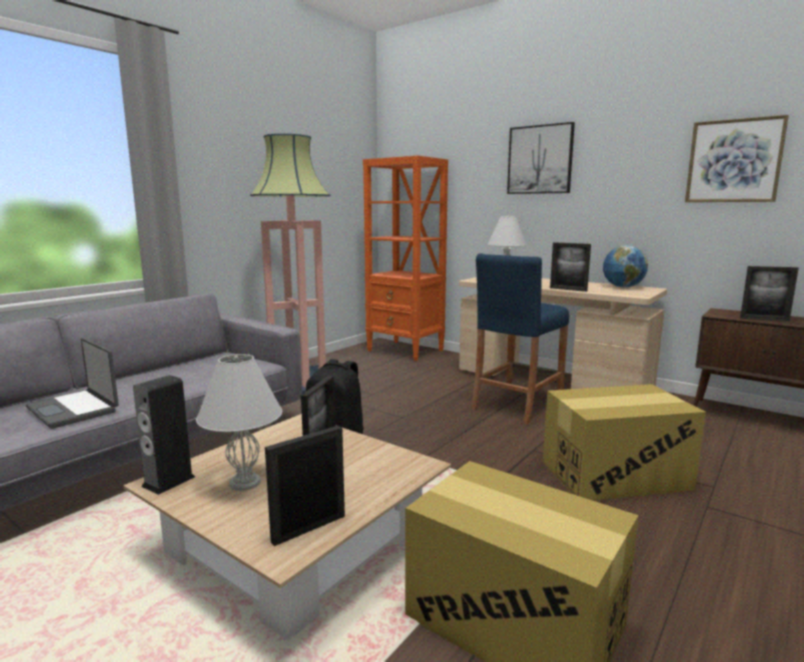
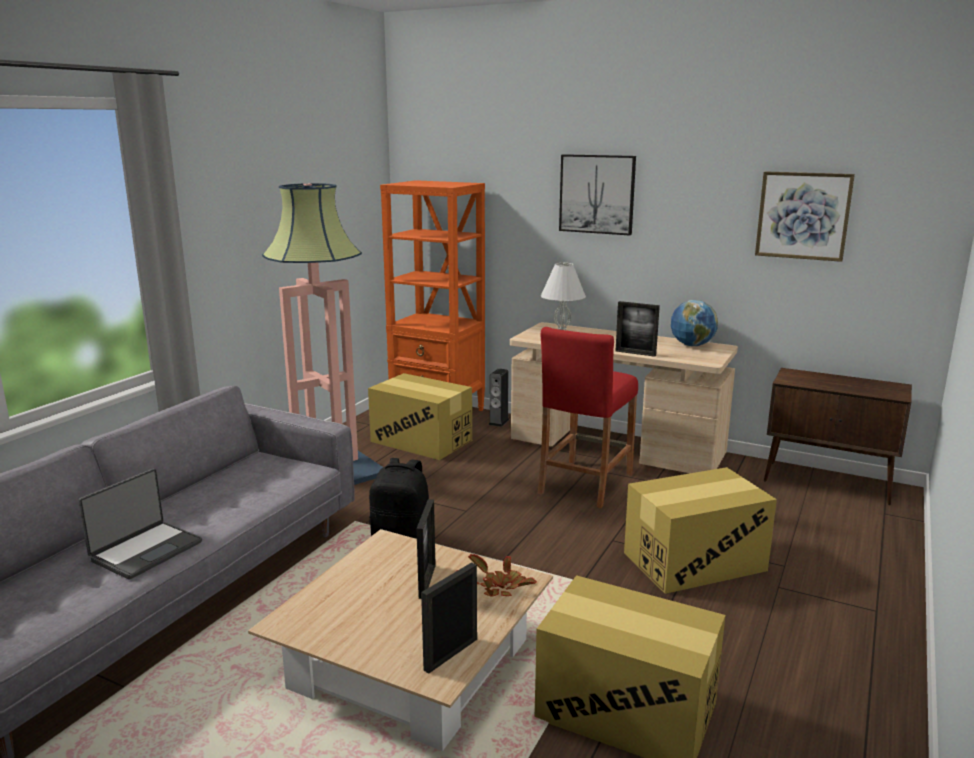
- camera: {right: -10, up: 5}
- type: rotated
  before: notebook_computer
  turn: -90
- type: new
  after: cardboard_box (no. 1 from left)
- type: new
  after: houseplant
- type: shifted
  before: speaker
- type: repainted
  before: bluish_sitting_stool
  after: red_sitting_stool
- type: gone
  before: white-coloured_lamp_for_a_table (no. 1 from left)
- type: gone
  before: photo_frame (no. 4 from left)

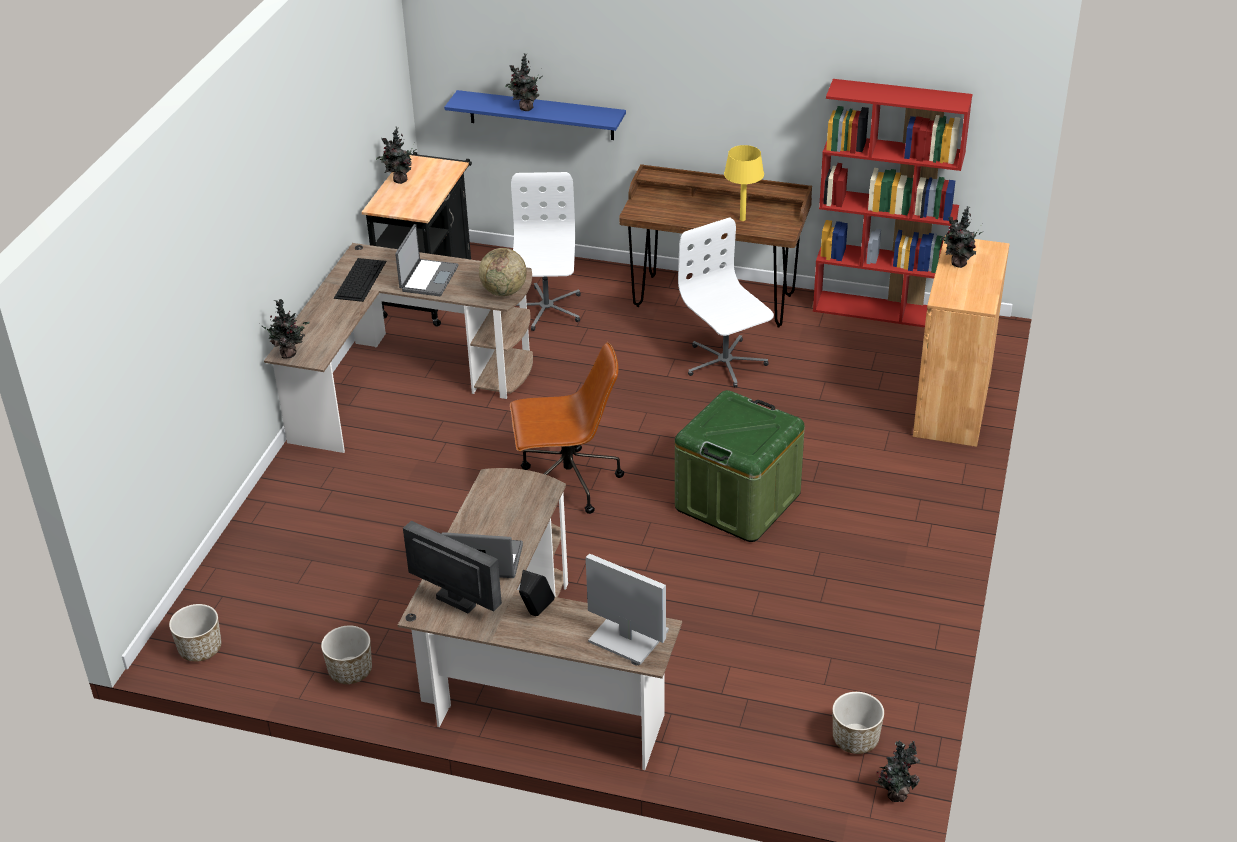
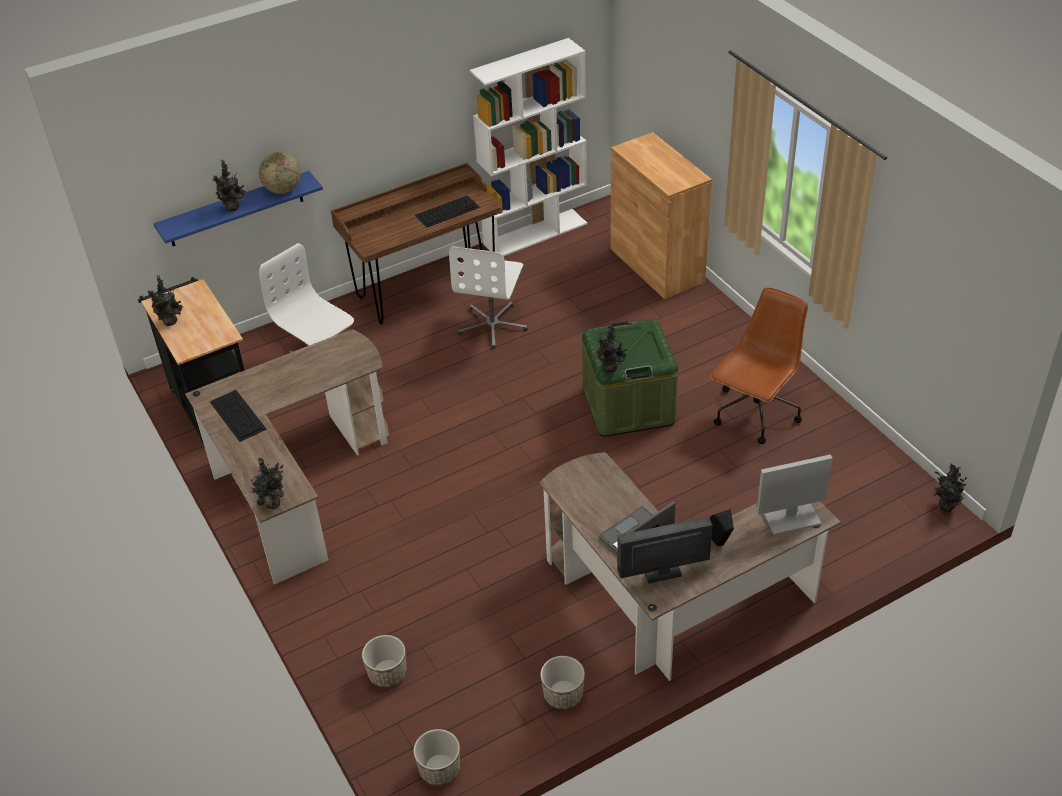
- camera: {right: -45, up: 5}
- type: shifted
  before: world_globe
- type: shifted
  before: plant_pot (no. 3 from left in the first image)
  after: plant_pot (no. 1 from left)
- type: swapped
  before: yellowish_lamp_for_a_table
  after: keyboard (no. 2 from left)
- type: rotated
  before: white-coloured_desk_chair (no. 2 from left)
  turn: -90
- type: repainted
  before: red_bookcase
  after: white-coloured_bookcase
- type: shifted
  before: houseplant (no. 5 from left in the first image)
  after: houseplant (no. 4 from left)
- type: shifted
  before: brownish_desk_chair
- type: gone
  before: notebook_computer (no. 1 from left)

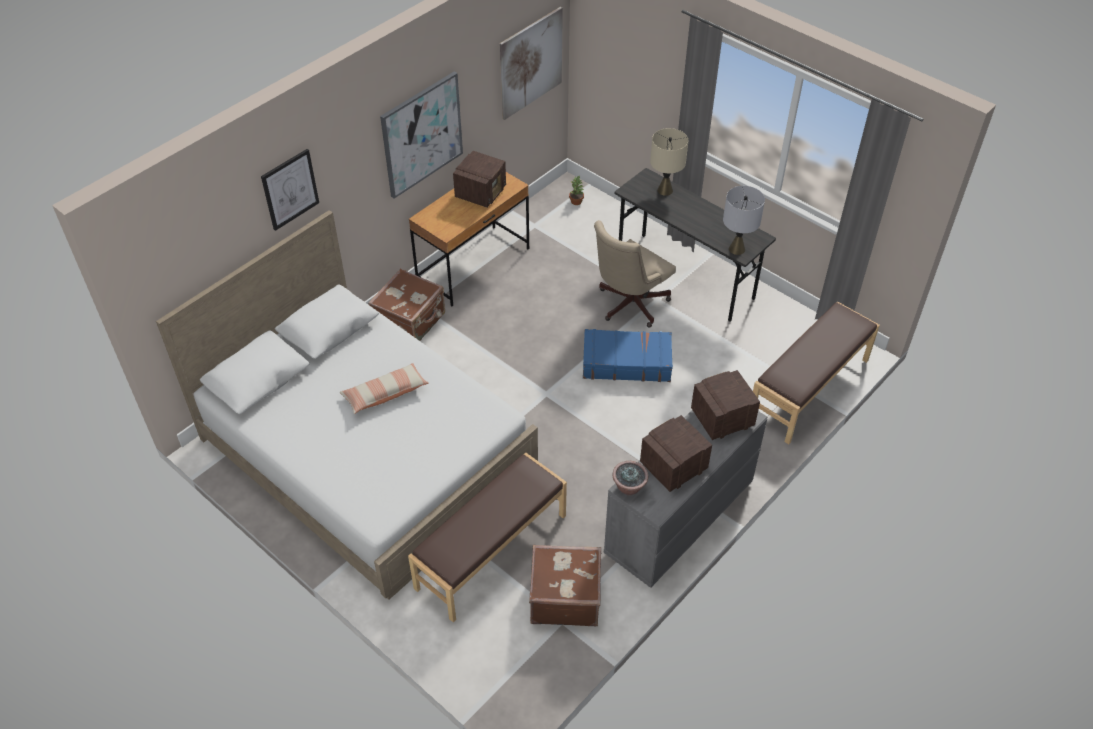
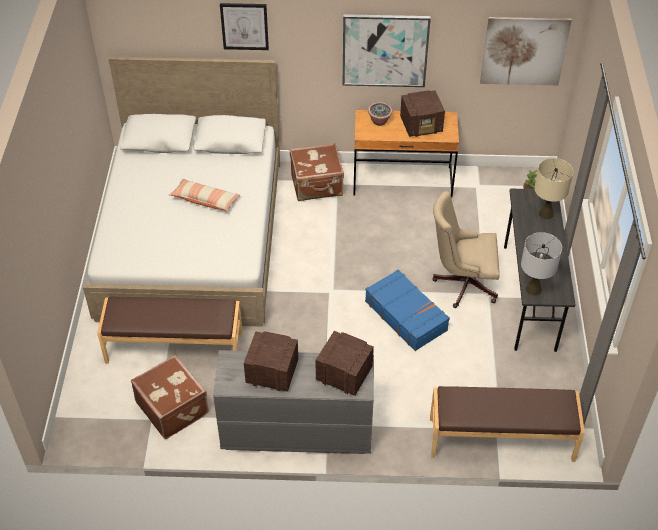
- camera: {right: 50, up: 0}
- type: shifted
  before: houseplant (no. 2 from left in the first image)
  after: houseplant (no. 1 from left)

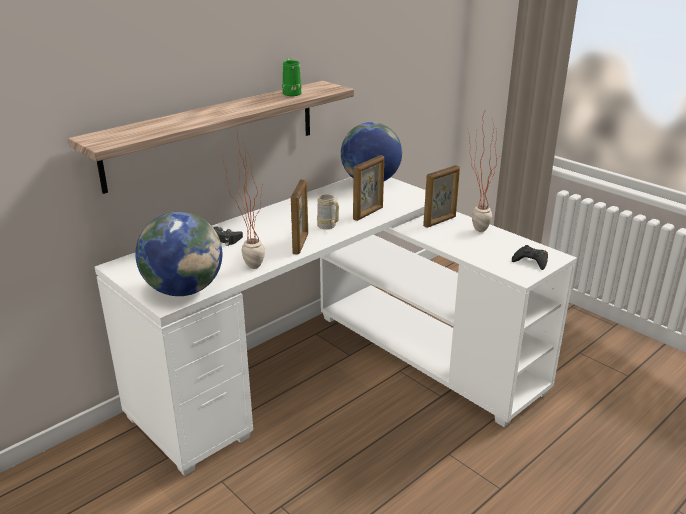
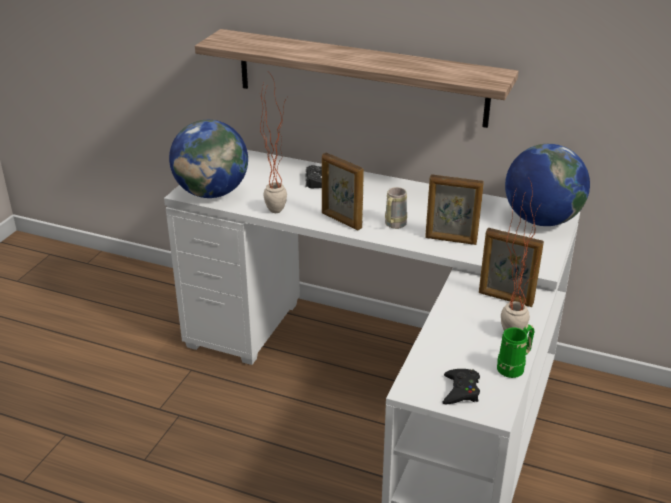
- camera: {right: 65, up: 5}
- type: rotated
  before: photo_frame (no. 1 from left)
  turn: 60
- type: shifted
  before: green_mug

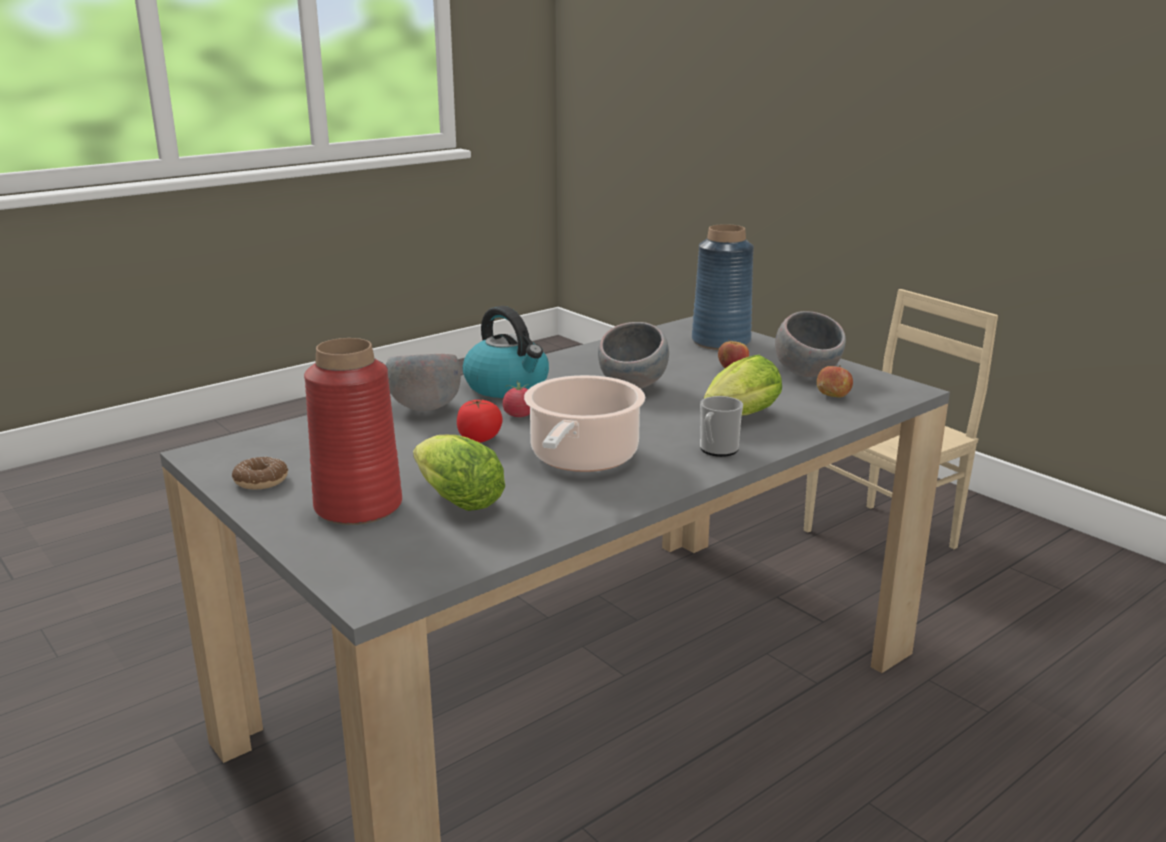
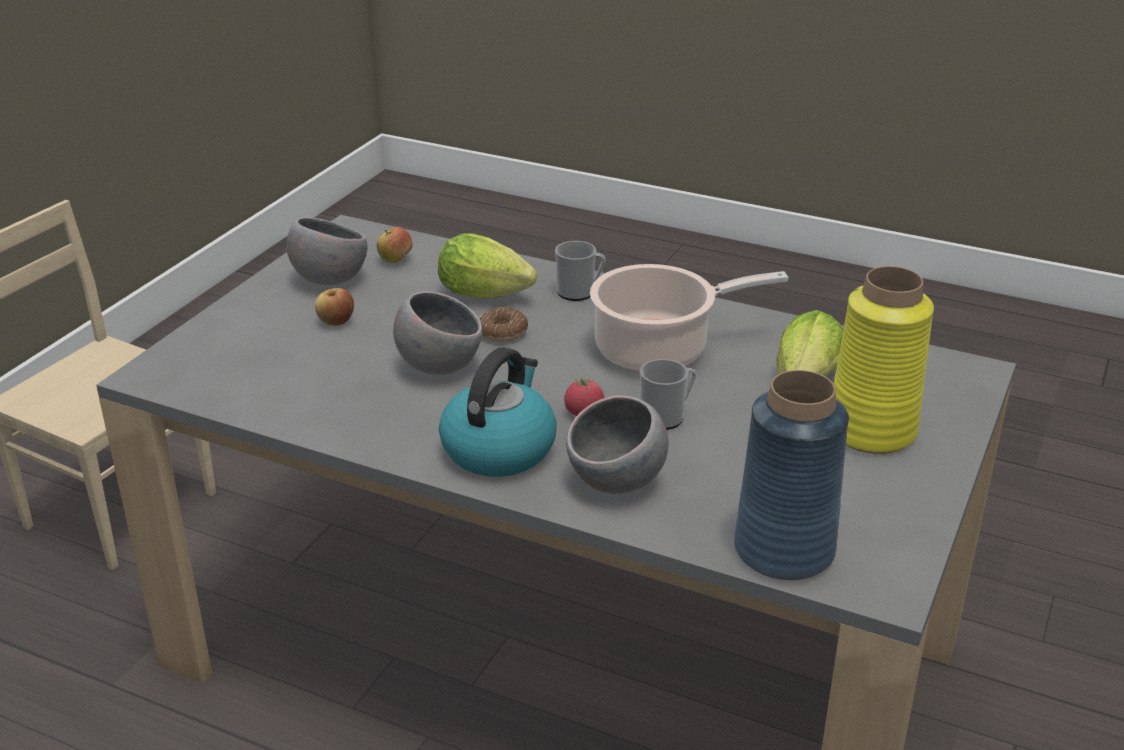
- camera: {right: -115, up: 10}
- type: shifted
  before: donut
- type: swapped
  before: fresh_tomato (no. 1 from left)
  after: mug (no. 2 from left)
- type: shifted
  before: bluish_decorative_vase
- type: repainted
  before: red_decorative_vase
  after: yellowish_decorative_vase

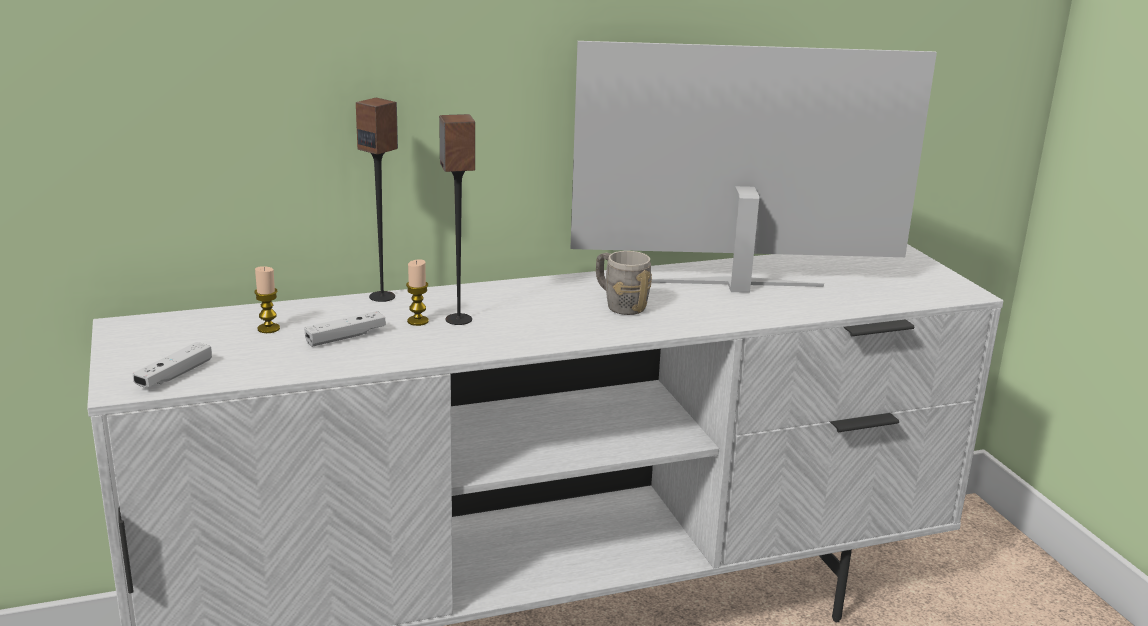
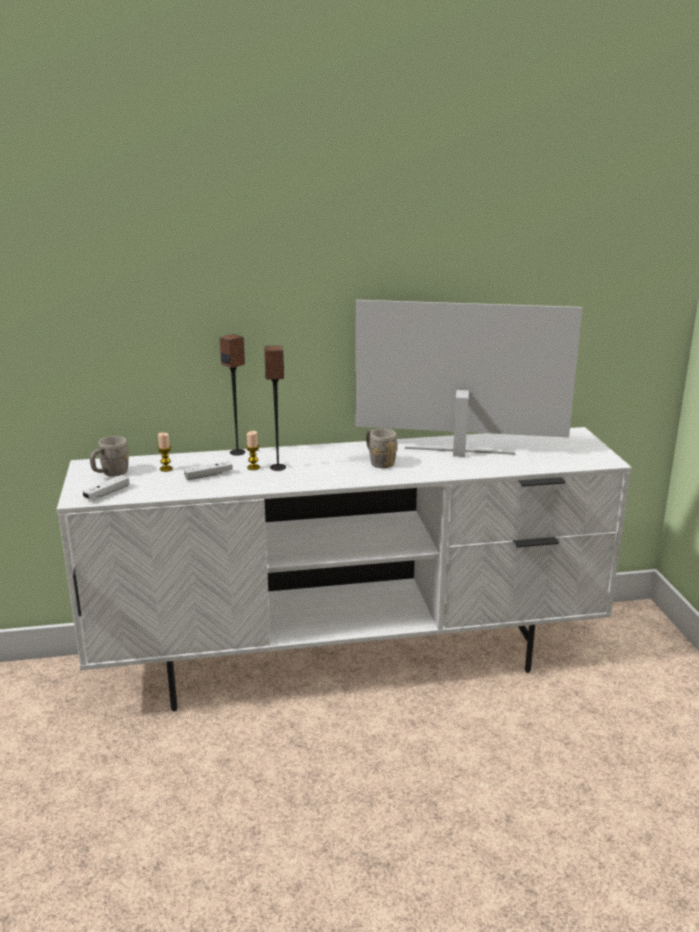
- camera: {right: 10, up: 0}
- type: new
  after: grey_mug (no. 1 from left)

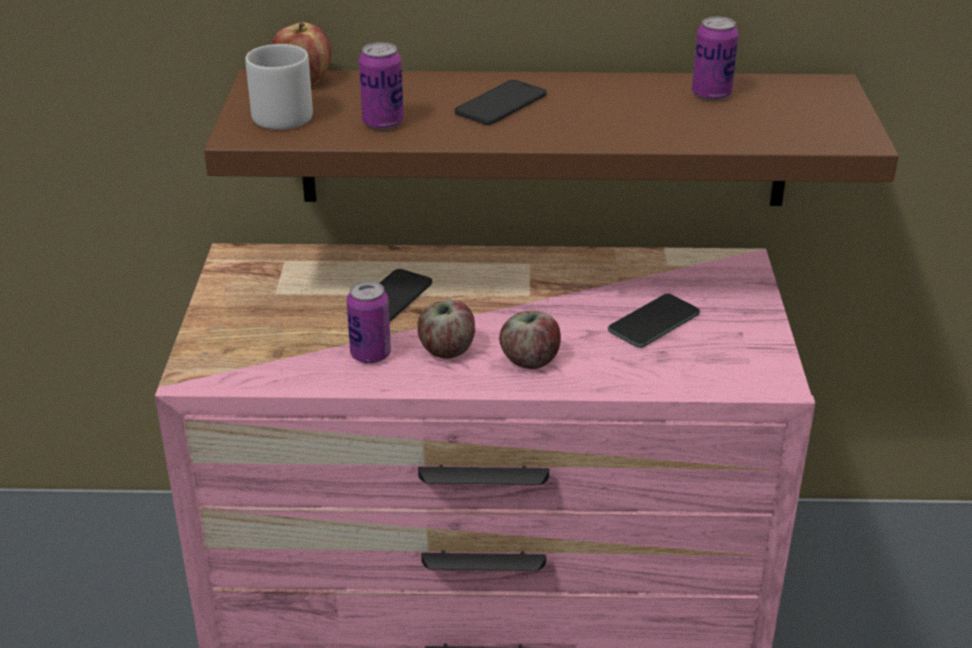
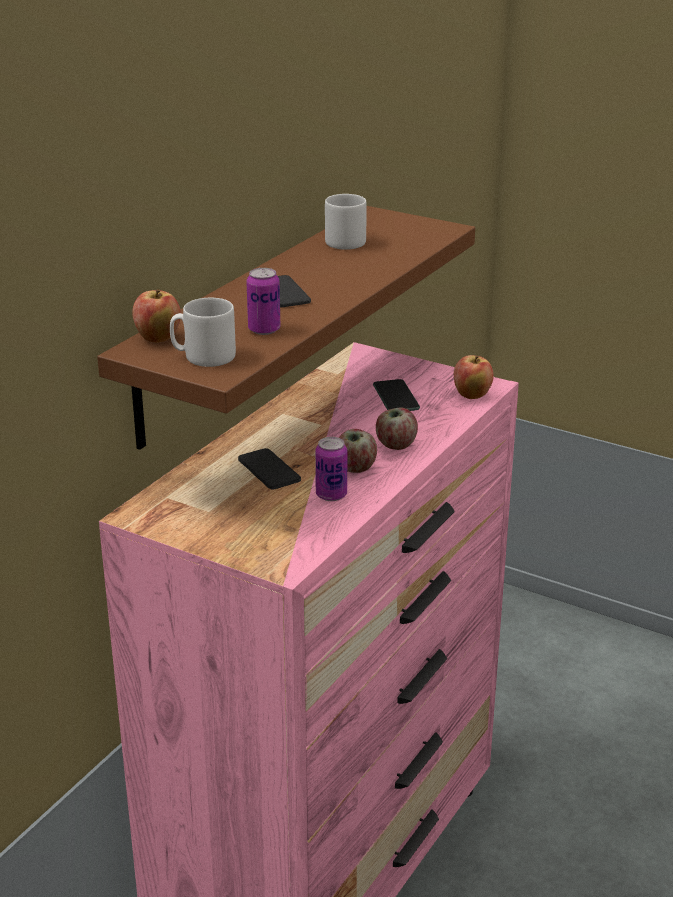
- camera: {right: -60, up: -5}
- type: swapped
  before: metal_can (no. 3 from left)
  after: grey_mug (no. 2 from left)
- type: new
  after: apple_fruit (no. 4 from left)

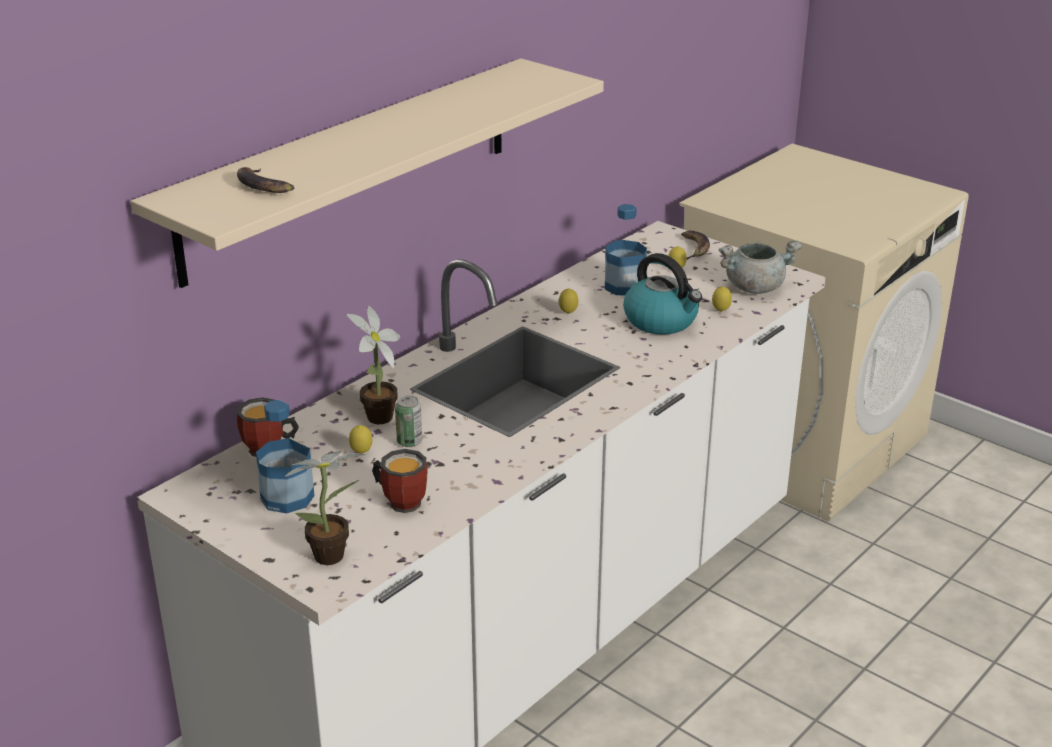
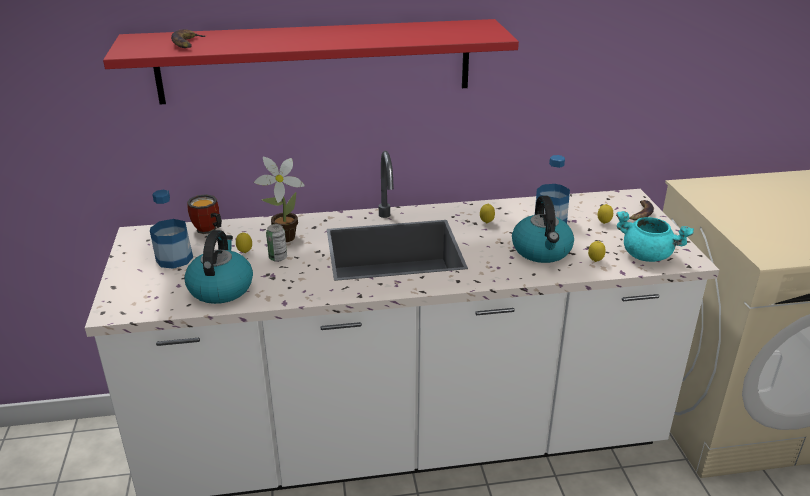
- camera: {right: 40, up: 0}
- type: repainted
  before: sand-coloured_bracket_shelf
  after: red_bracket_shelf
- type: swapped
  before: mug (no. 2 from left)
  after: tea_kettle (no. 1 from left)
- type: repainted
  before: grey_saucepot
  after: turquoise-coloured_saucepot
- type: gone
  before: houseplant (no. 1 from left)

